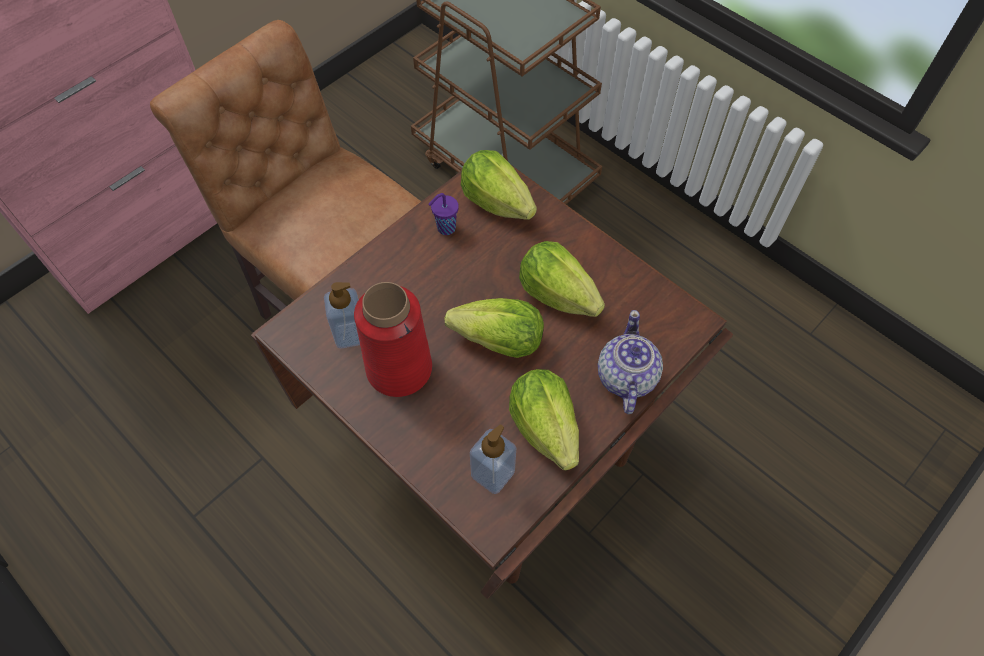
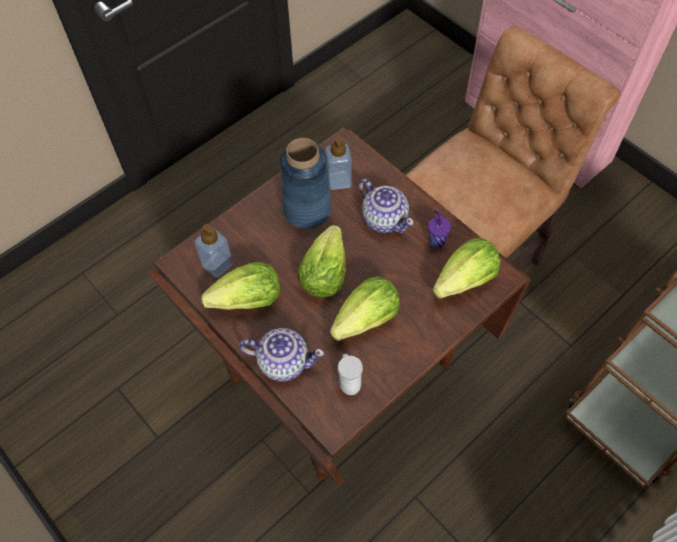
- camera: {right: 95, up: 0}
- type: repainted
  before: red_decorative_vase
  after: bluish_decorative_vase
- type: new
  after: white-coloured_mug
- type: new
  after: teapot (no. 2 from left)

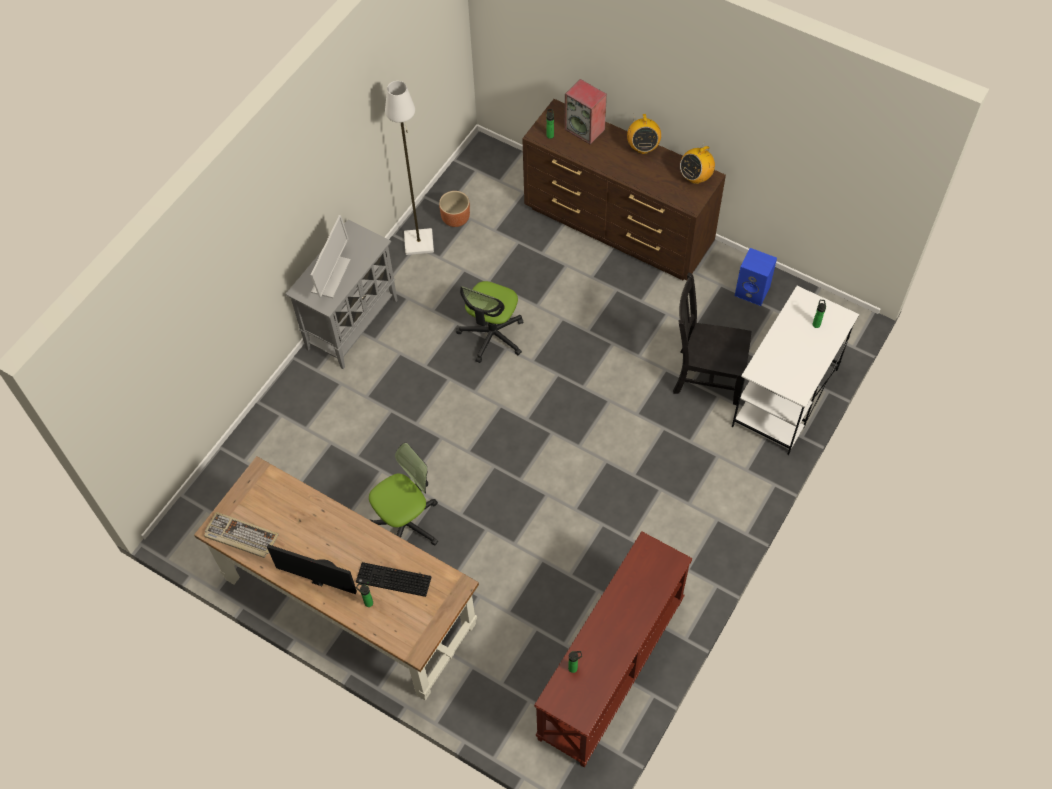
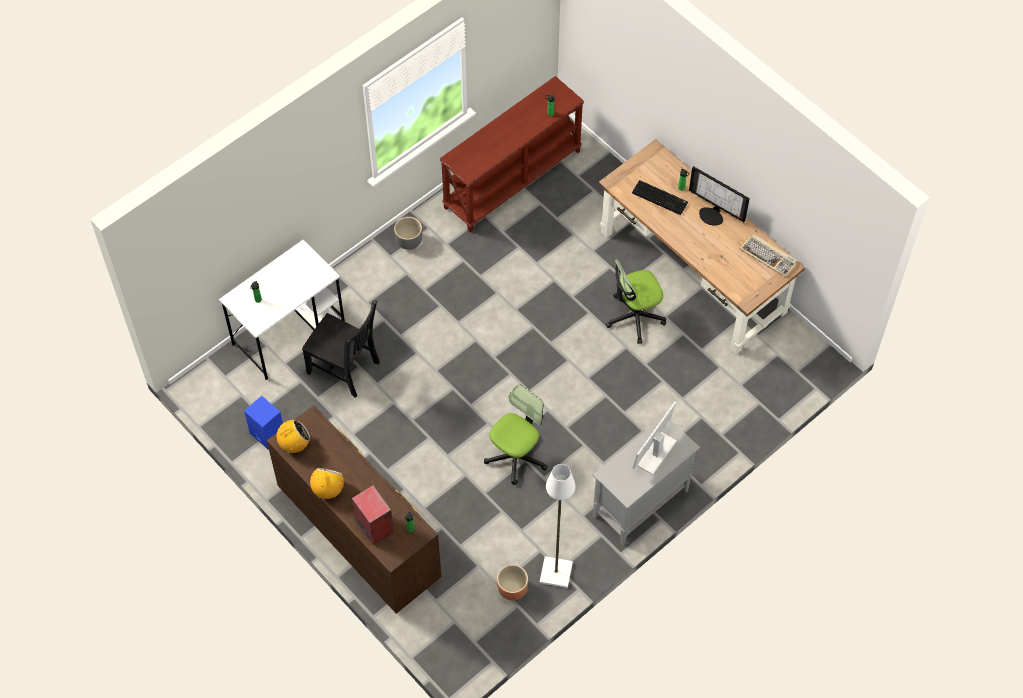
- camera: {right: -165, up: 0}
- type: new
  after: grey_plant_pot

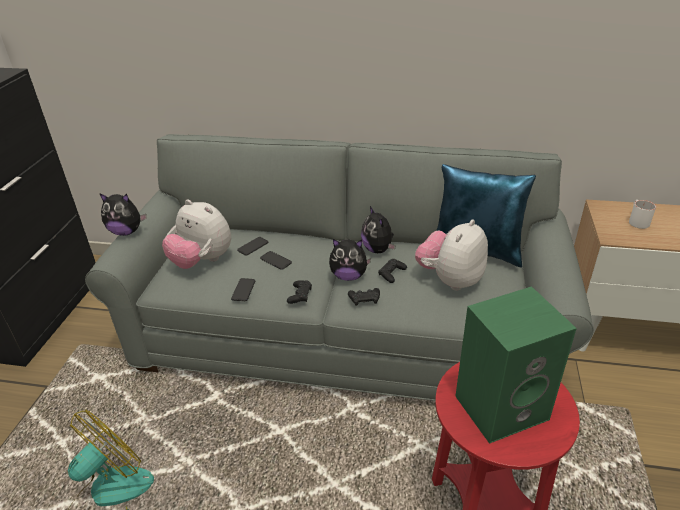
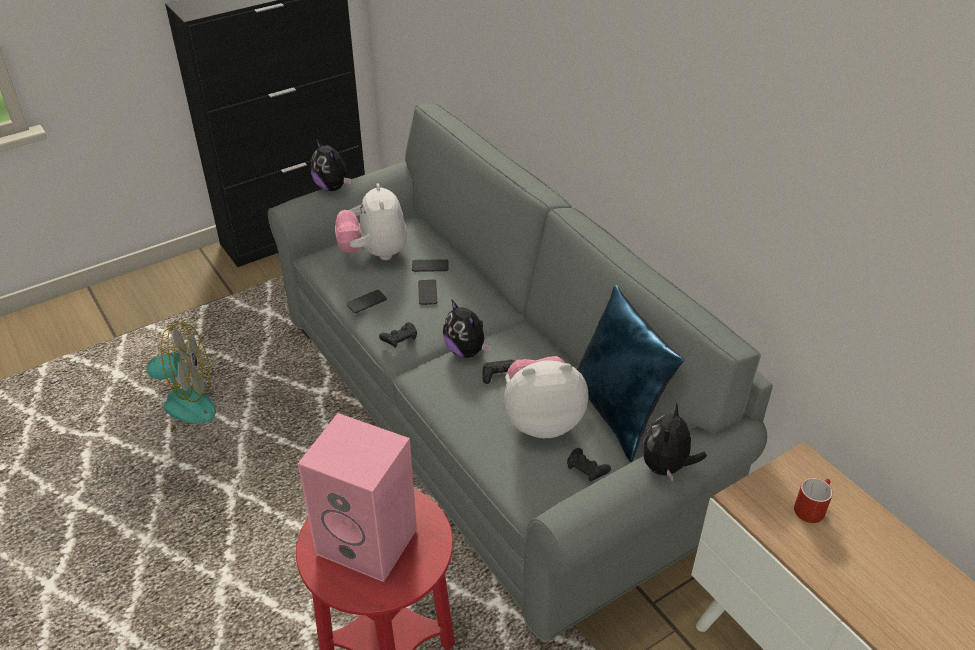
- camera: {right: 45, up: 5}
- type: repainted
  before: green_speaker
  after: pinkish_speaker
- type: shifted
  before: black_joypad (no. 2 from left in the first image)
  after: black_joypad (no. 3 from left)
- type: shifted
  before: cuddly_toy (no. 4 from left in the first image)
  after: cuddly_toy (no. 5 from left)
- type: repainted
  before: white-coloured_mug
  after: red_mug

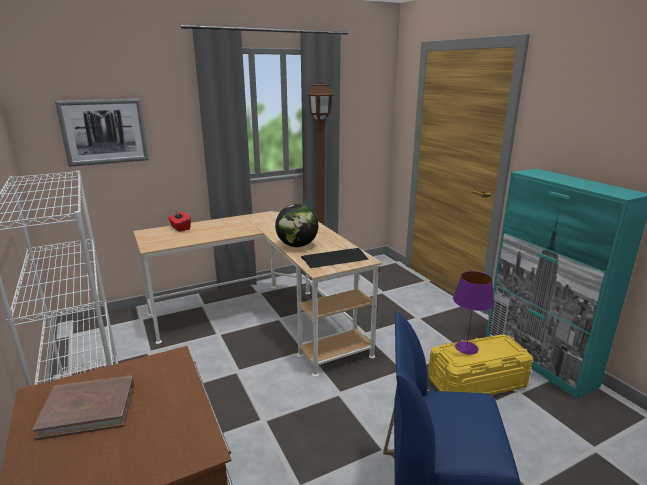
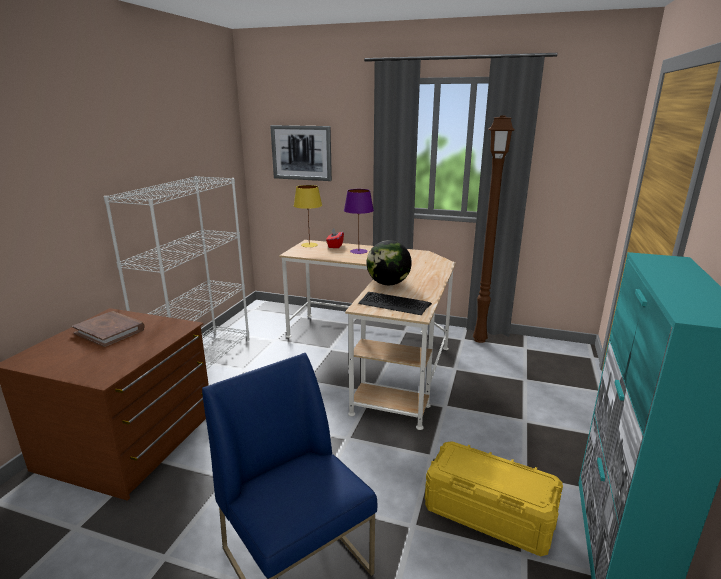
- camera: {right: 45, up: 0}
- type: new
  after: yellowish_lamp_for_a_table
- type: shifted
  before: purplish_lamp_for_a_table

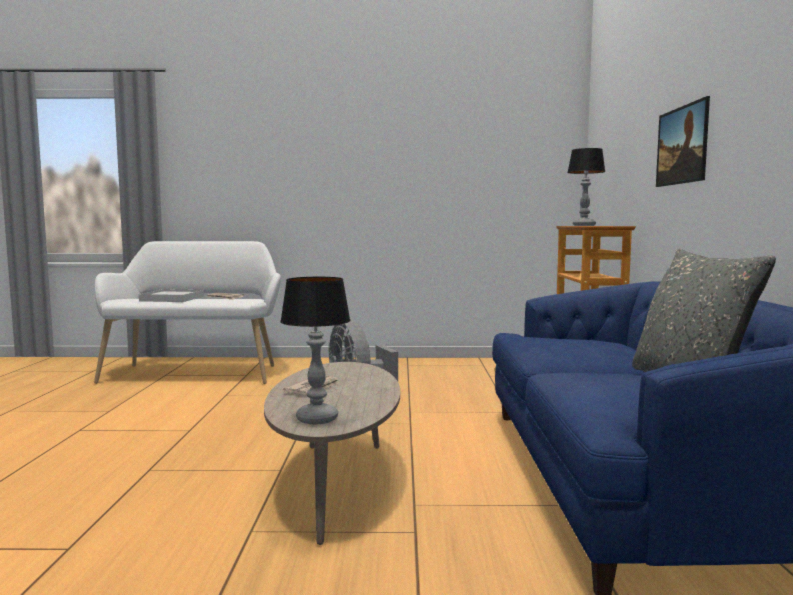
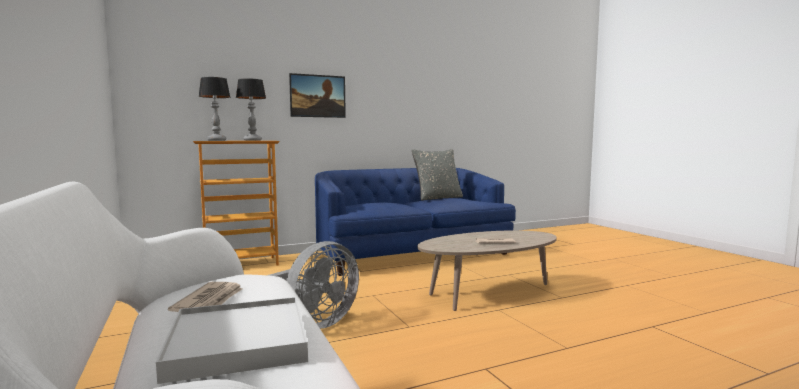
- camera: {right: -115, up: 0}
- type: shifted
  before: lamp_for_a_table (no. 1 from left in the first image)
  after: lamp_for_a_table (no. 2 from left)

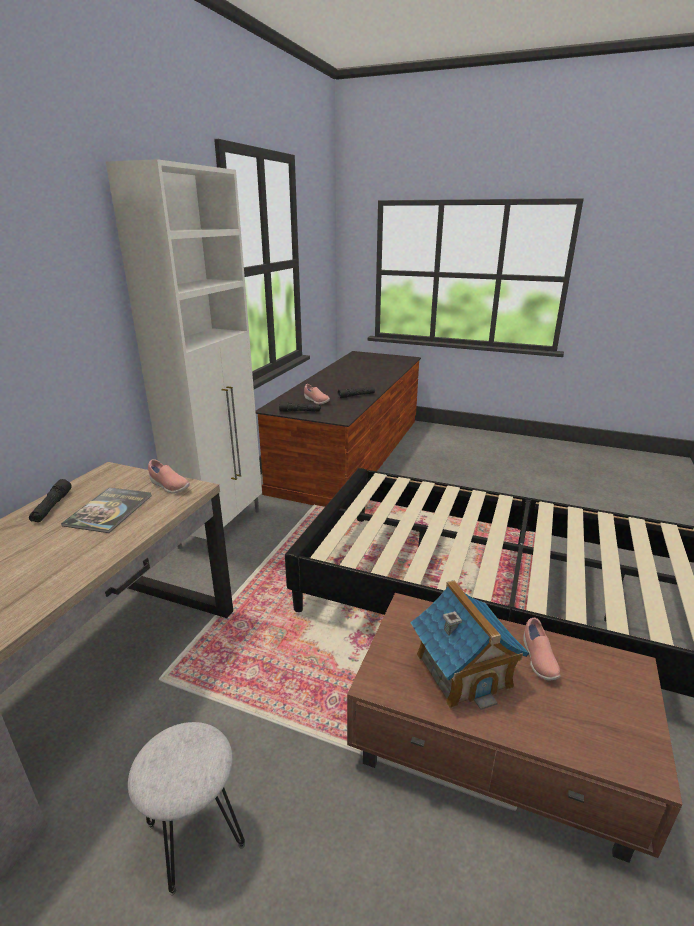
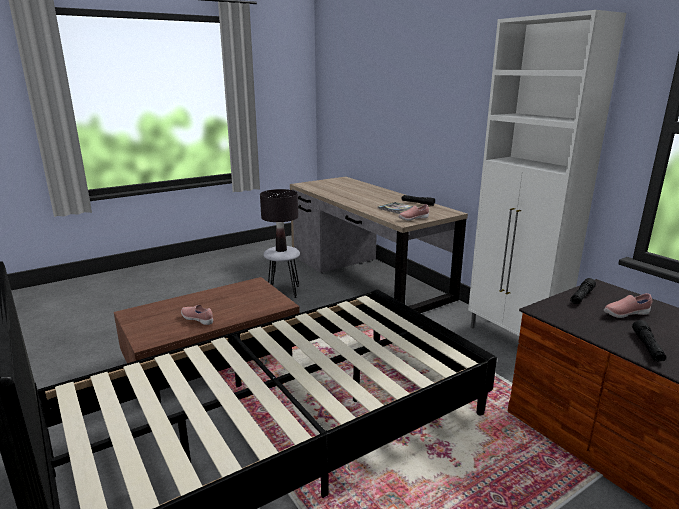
- camera: {right: 125, up: -5}
- type: new
  after: black_lamp_for_a_table
- type: gone
  before: toy_house

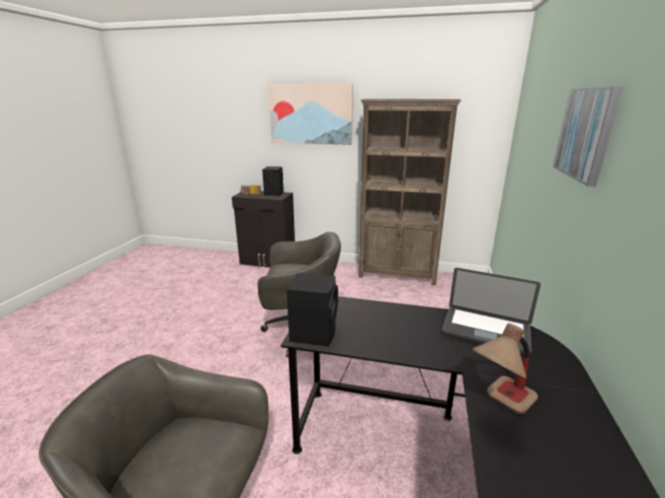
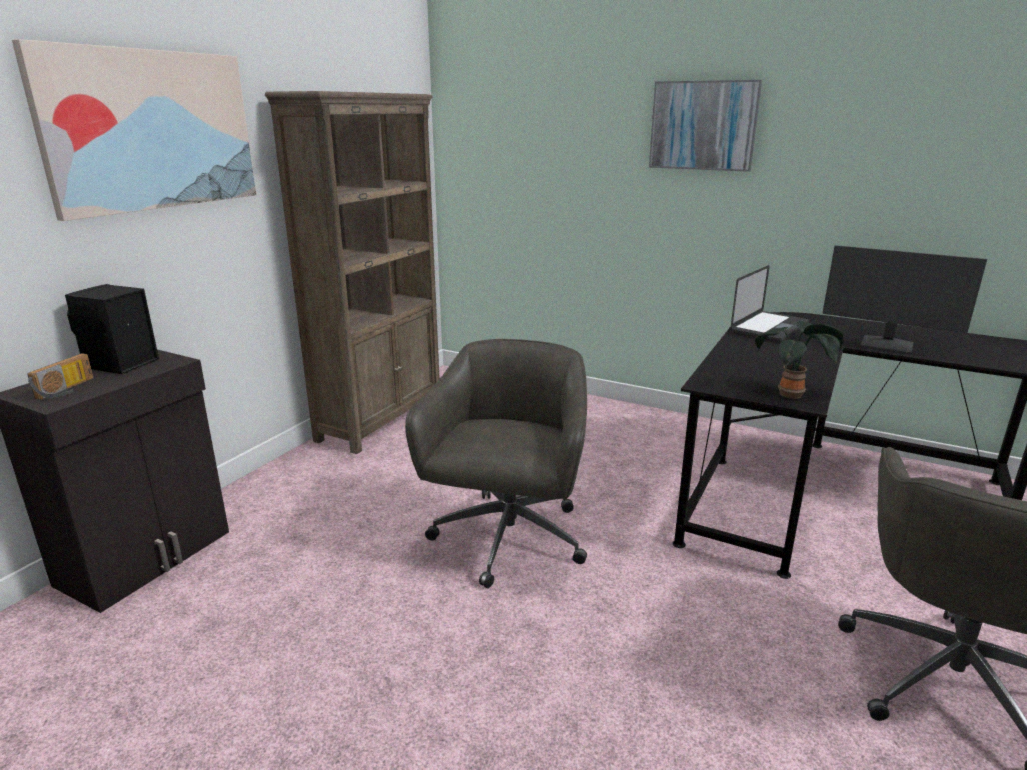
- camera: {right: -75, up: 0}
- type: swapped
  before: black_speaker (no. 2 from left)
  after: houseplant
- type: swapped
  before: lamp_for_a_table
  after: monitor

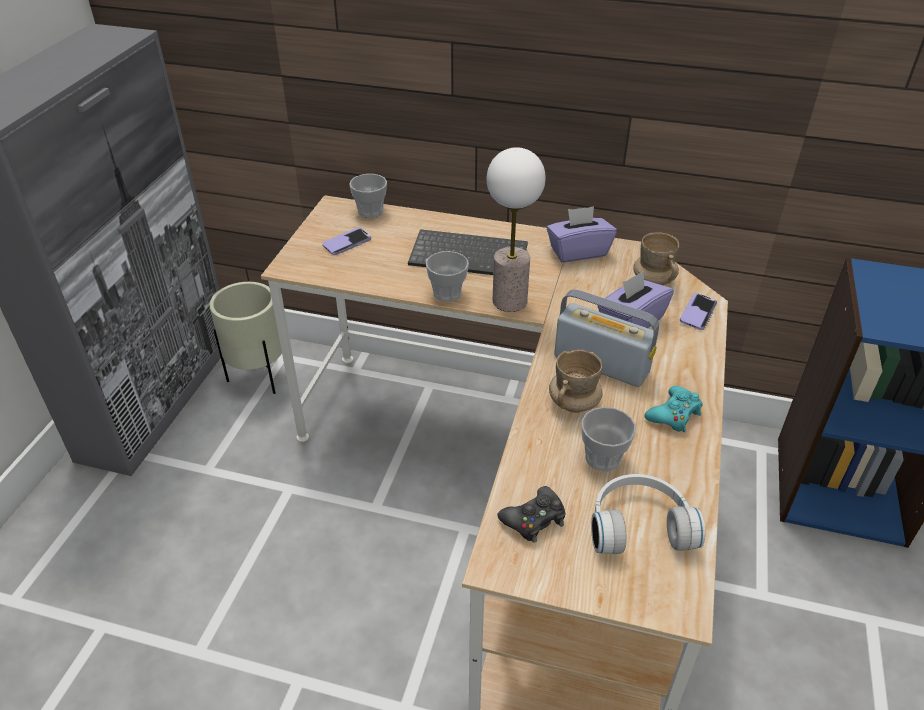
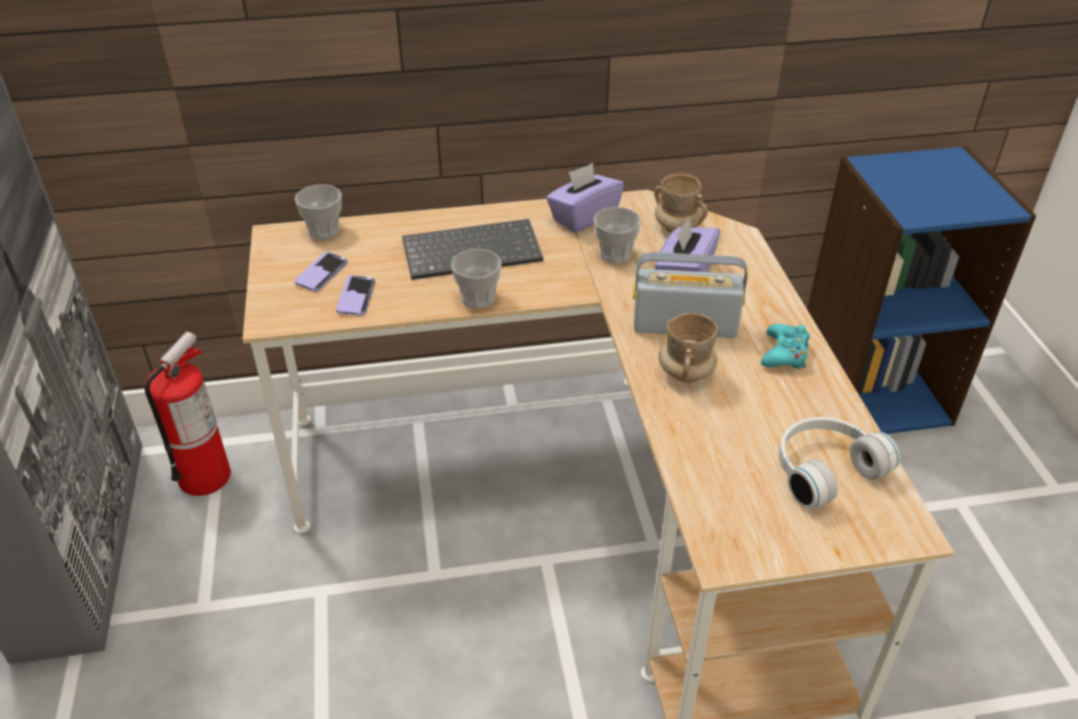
- camera: {right: -25, up: 0}
- type: swapped
  before: sand-coloured_plant_pot
  after: fire_extinguisher
- type: shifted
  before: telephone (no. 2 from left)
- type: shifted
  before: cup (no. 3 from left)
- type: gone
  before: lamp_for_a_table
- type: gone
  before: black_joypad

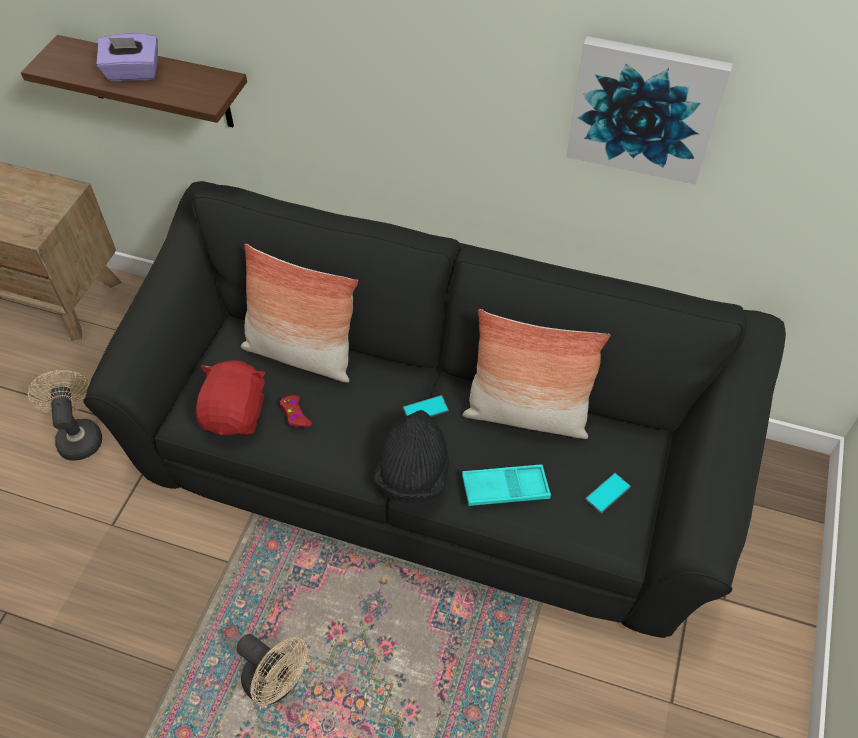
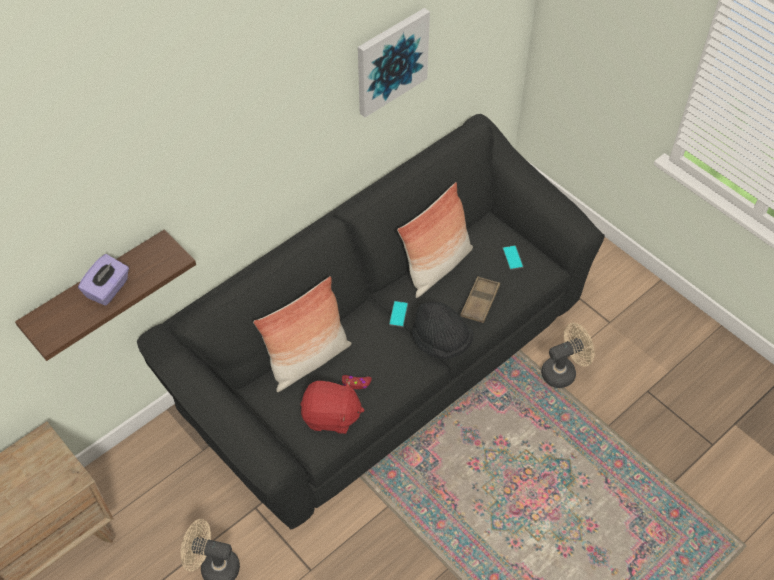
- camera: {right: -60, up: 0}
- type: rotated
  before: red_cuddly_toy
  turn: 150
- type: repainted
  before: turquoise-coloured_serving_tray
  after: brownish_serving_tray
- type: shifted
  before: sand-coloured_fan (no. 2 from left)

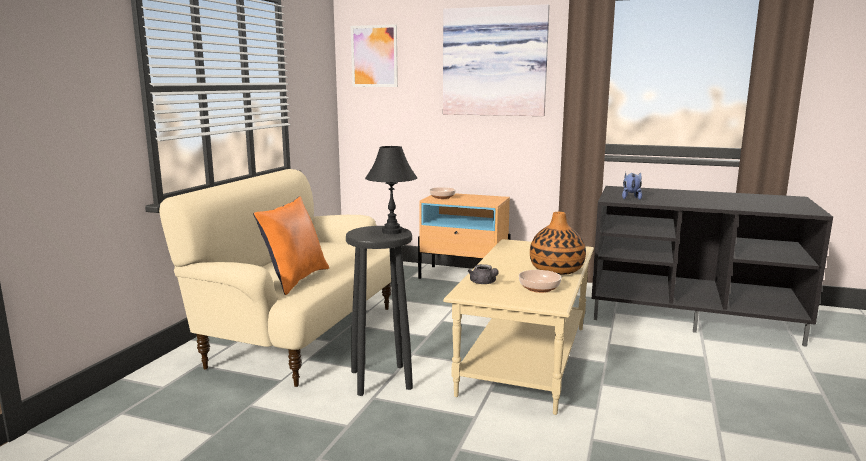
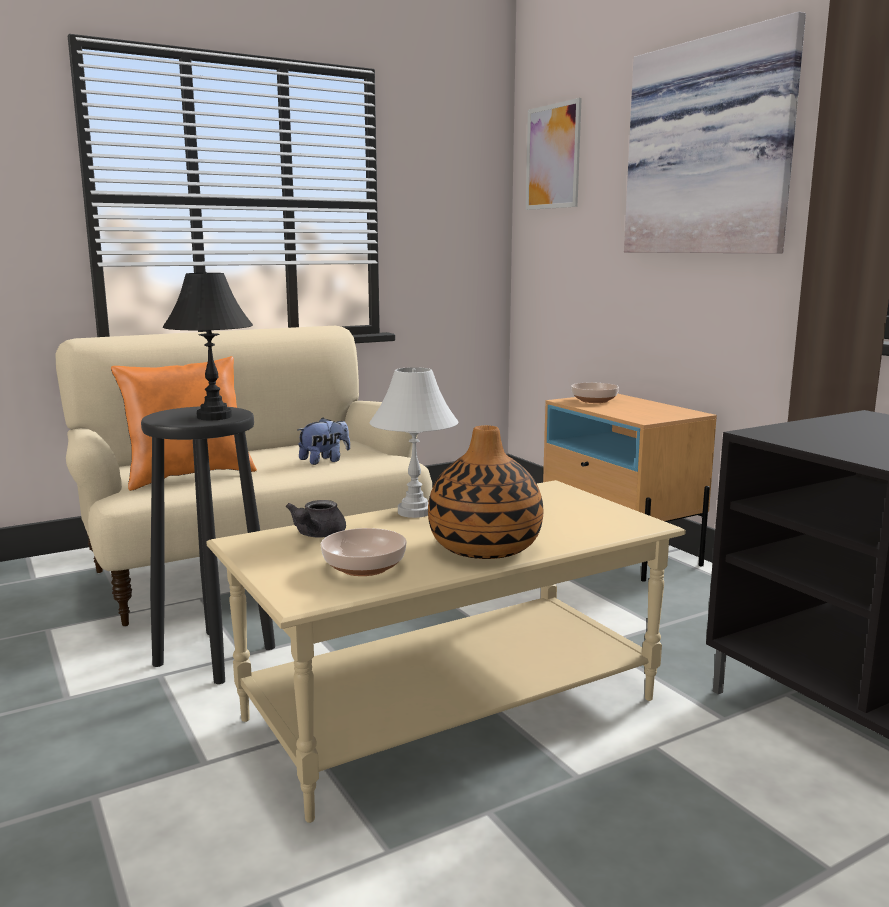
- camera: {right: 40, up: 0}
- type: shifted
  before: cuddly_toy
- type: new
  after: white-coloured_lamp_for_a_table

